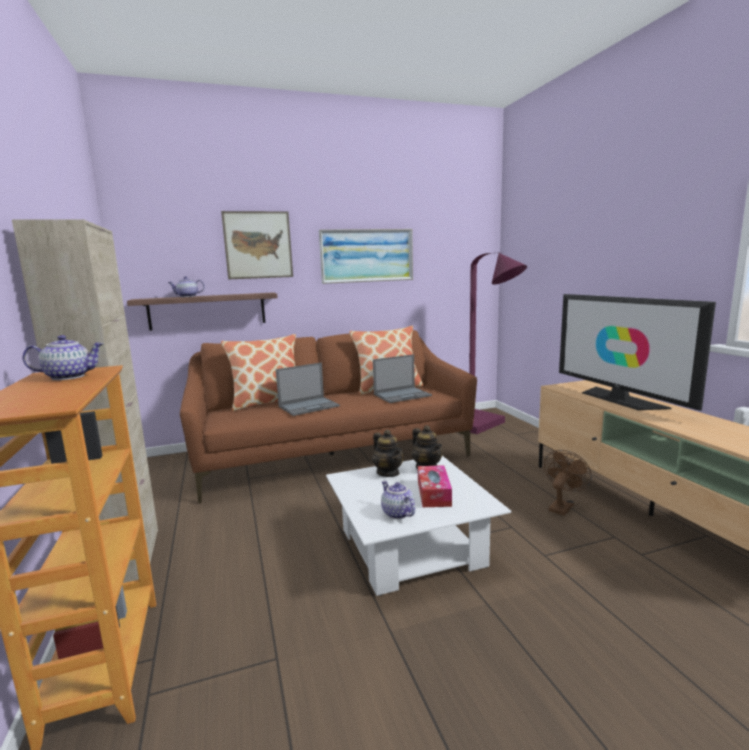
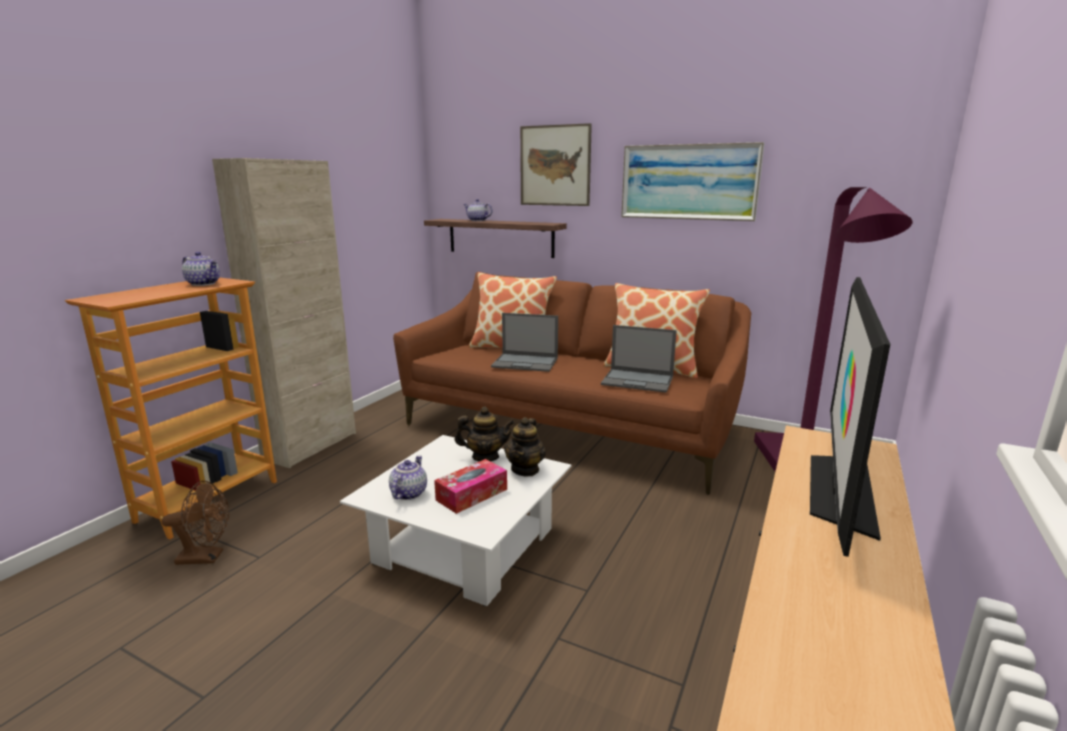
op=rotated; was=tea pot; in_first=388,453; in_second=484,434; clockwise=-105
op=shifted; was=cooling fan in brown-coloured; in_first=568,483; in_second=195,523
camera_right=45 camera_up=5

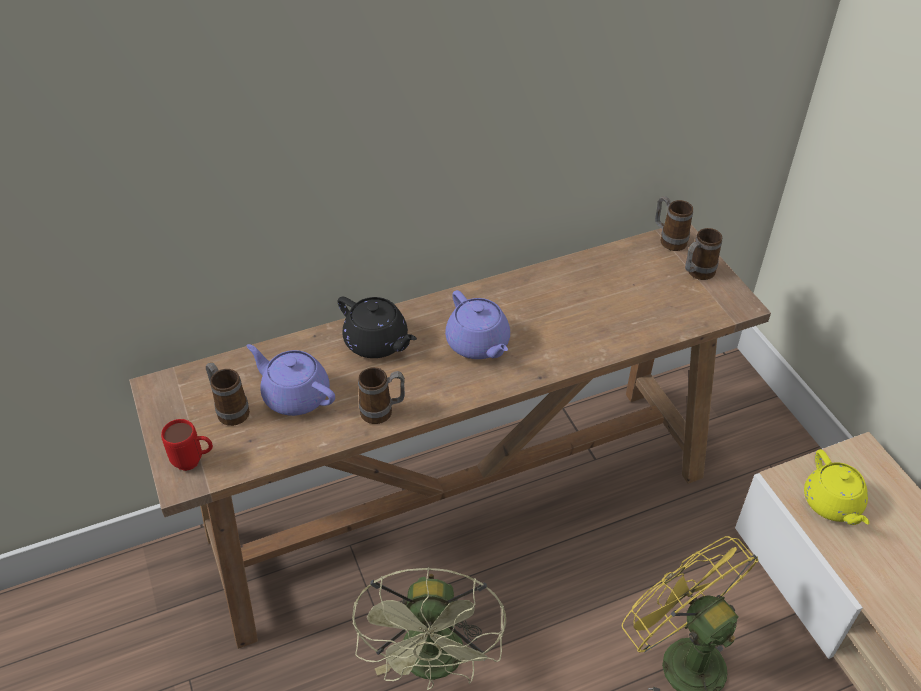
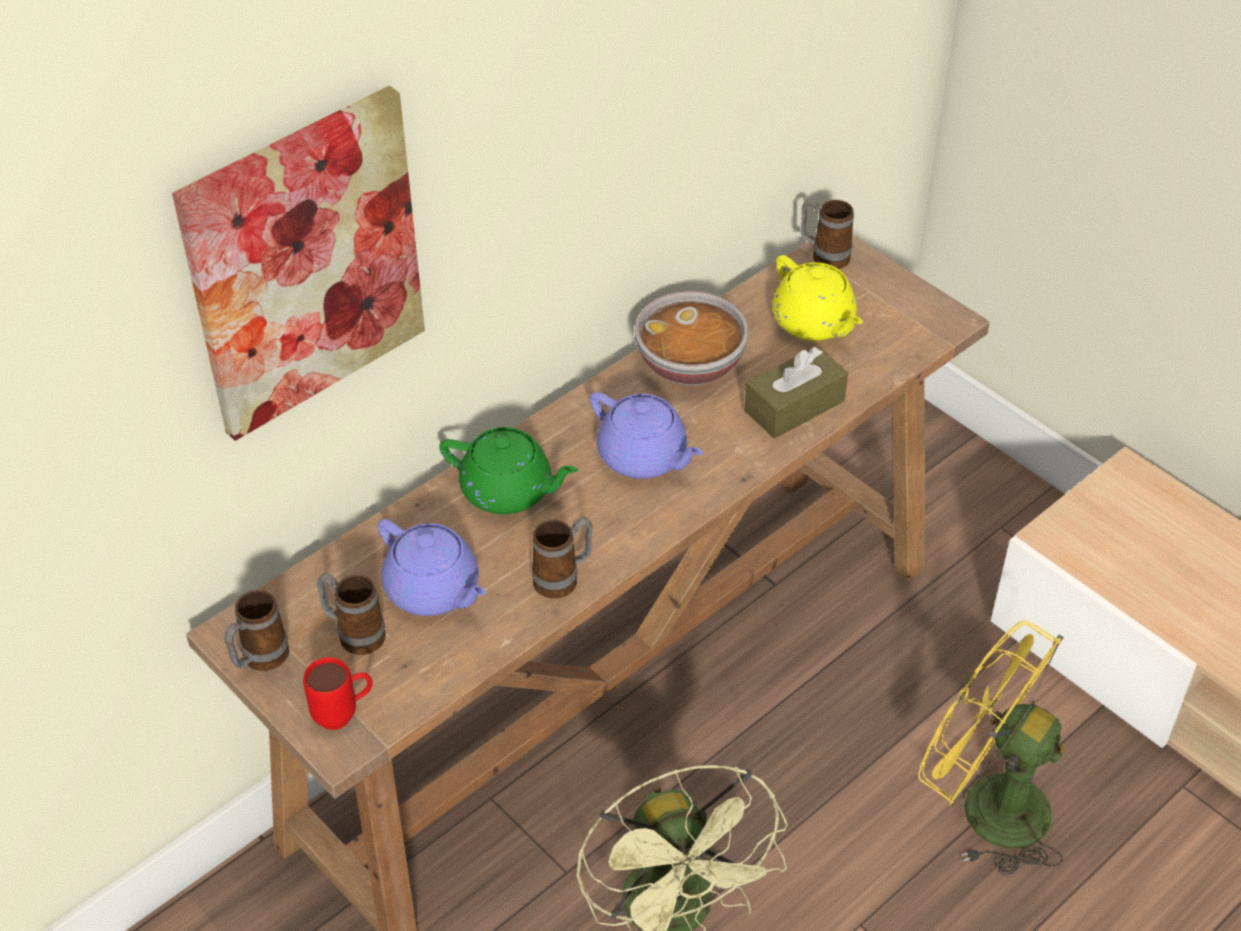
op=shifted; was=mug; in_first=703,254; in_second=256,630
op=repainted; was=tea pot in blackish; now=tea pot in greenish; in_first=377,327; in_second=508,470
op=rotated; was=tea pot in purple; in_first=290,380; in_second=432,567; clockwise=-150
op=shifted; was=tea pot in yellow-coloured; in_first=836,487; in_second=817,298
op=new; now=picture; in_second=298,263
op=new; now=bowl; in_second=692,338
op=new; now=box of tissues in brown-coloured; in_second=796,392
camera_right=-20 camera_up=0

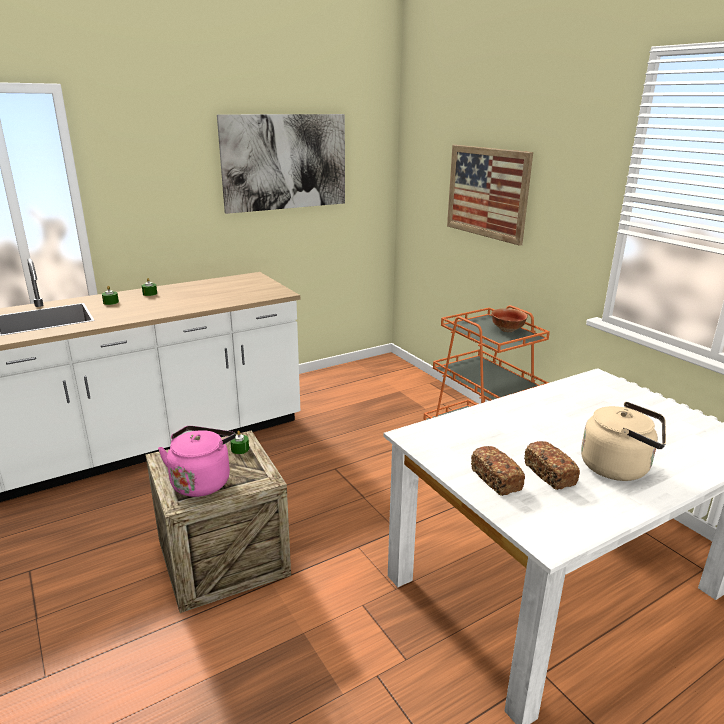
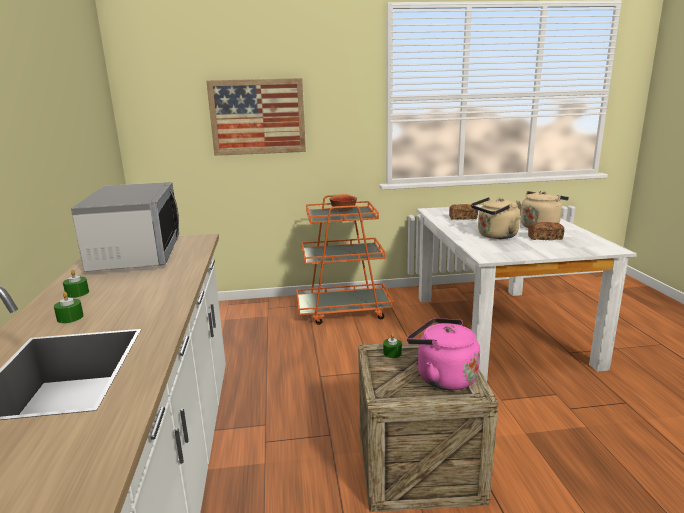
op=gone; was=picture; in_first=281,164
op=shifted; was=bakery bread; in_first=498,471; in_second=463,212
op=new; now=kitchen microwave; in_second=125,227
op=new; now=tea kettle in beige; in_second=495,218
camera_right=-65 camera_up=-5

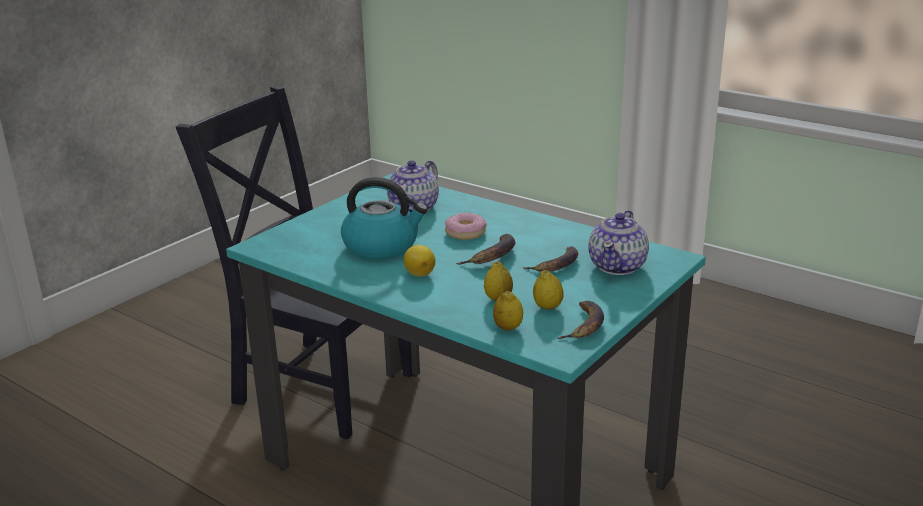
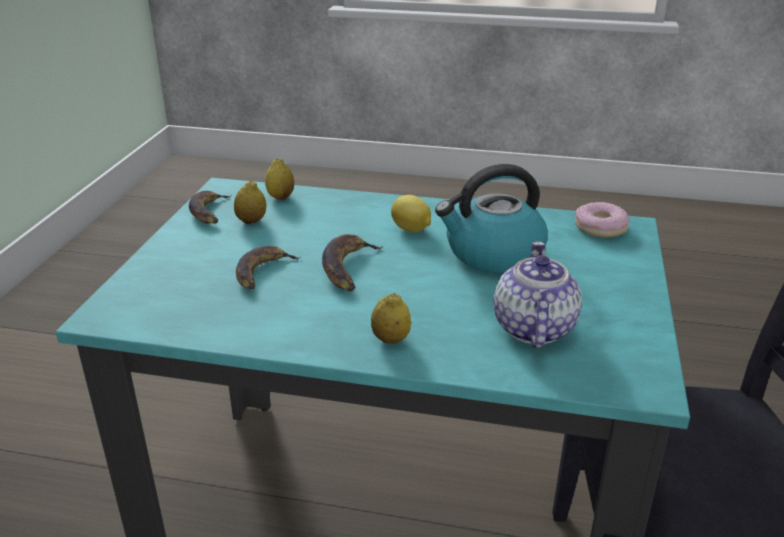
op=gone; was=tea pot; in_first=618,242
op=shifted; was=doughnut; in_first=466,226; in_second=602,220
op=shifted; was=citrus fruit; in_first=498,281; in_second=391,318
camera_right=155 camera_up=5

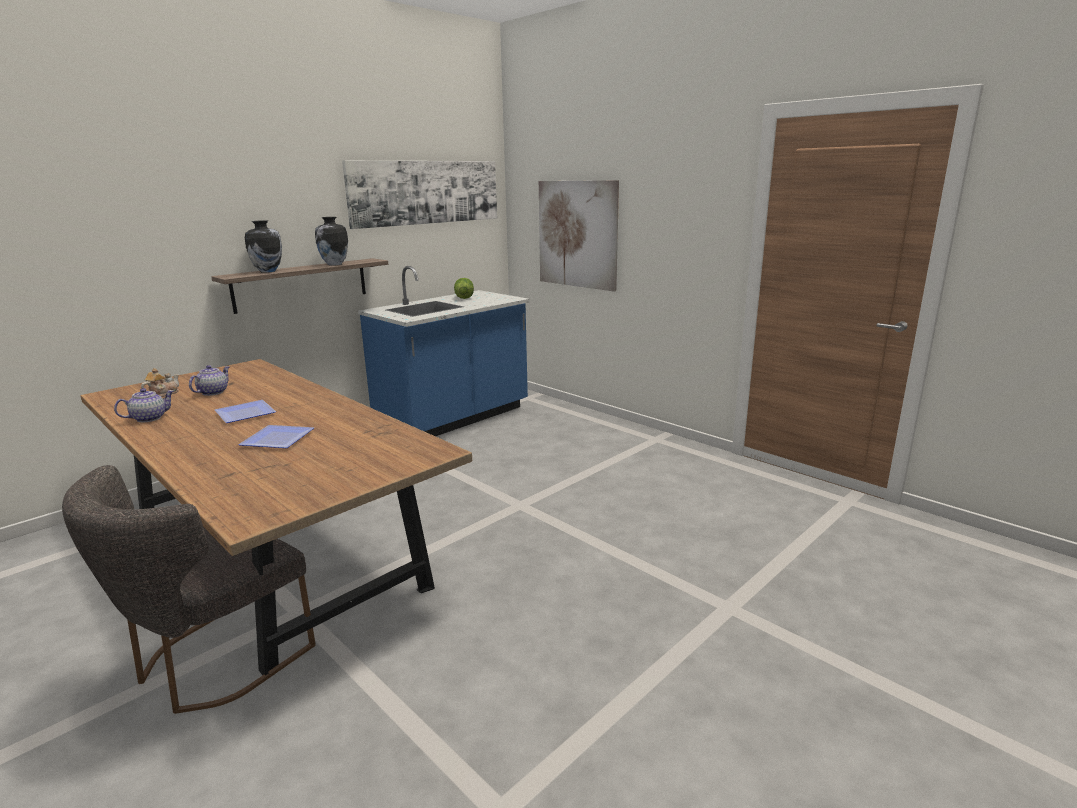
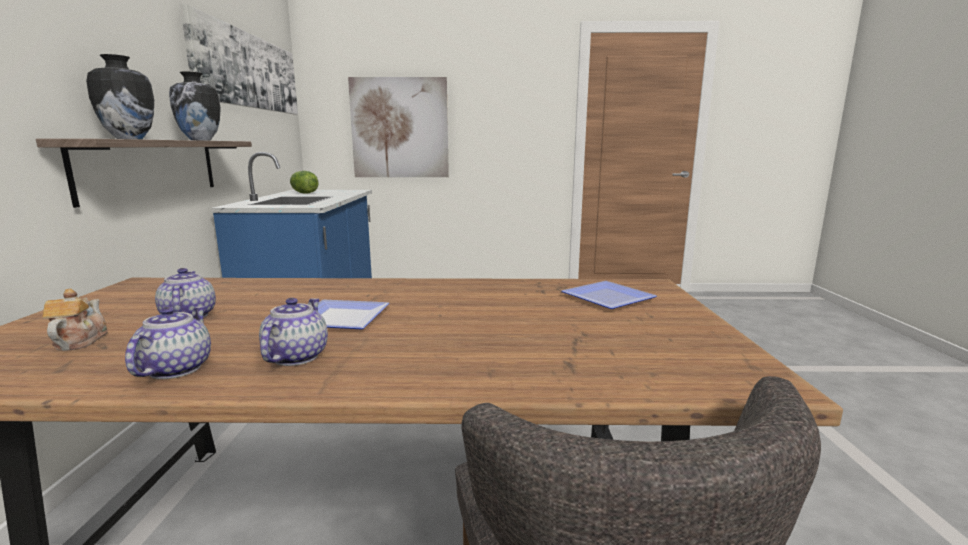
op=shifted; was=plate; in_first=276,436; in_second=609,295
op=new; now=tea pot; in_second=293,332
camera_right=-45 camera_up=-5

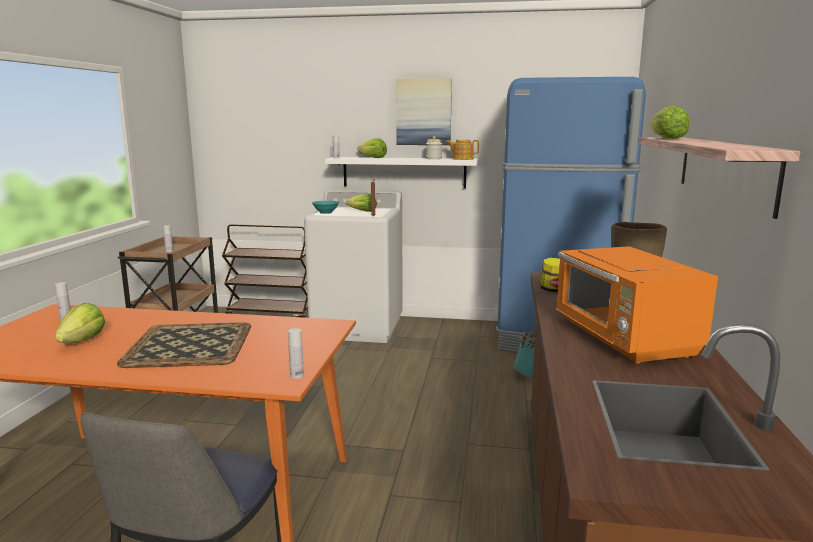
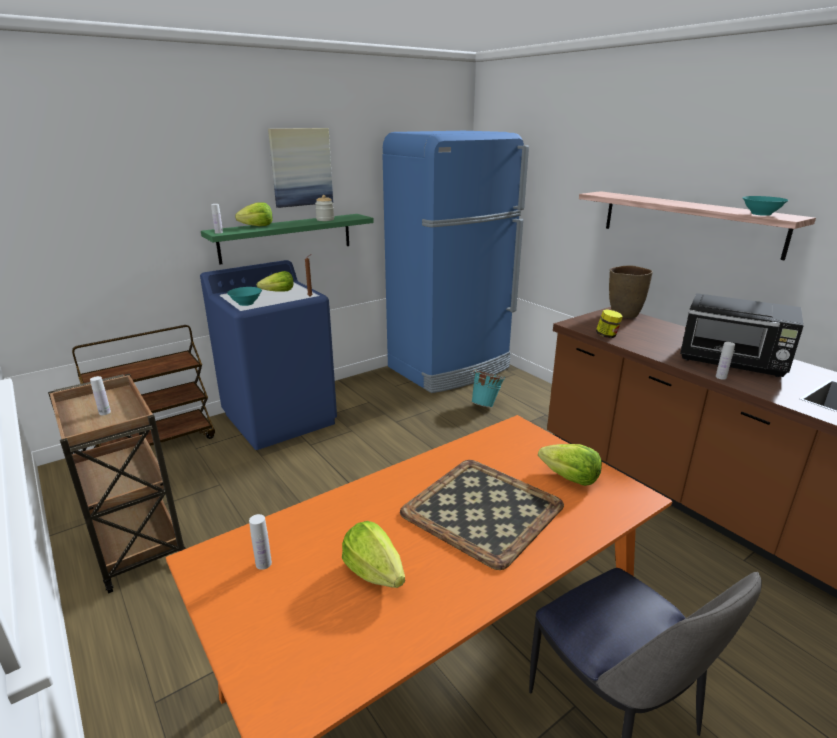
op=shifted; was=lettuce head; in_first=669,122; in_second=570,465
op=gone; was=tea pot; in_first=462,150
op=repainted; was=wall shelf in white; now=wall shelf in greenish; in_first=401,172; in_second=287,239
op=repainted; was=washing machine in white; now=washing machine in blue; in_first=353,266; in_second=268,355
op=repainted; was=kitchen microwave in orangey; now=kitchen microwave in blackish; in_first=637,305; in_second=742,335
op=shifted; was=drink bottle in white; in_first=296,353; in_second=725,361
op=new; now=bowl in turquoise-coloured; in_second=765,206
camera_right=-45 camera_up=10

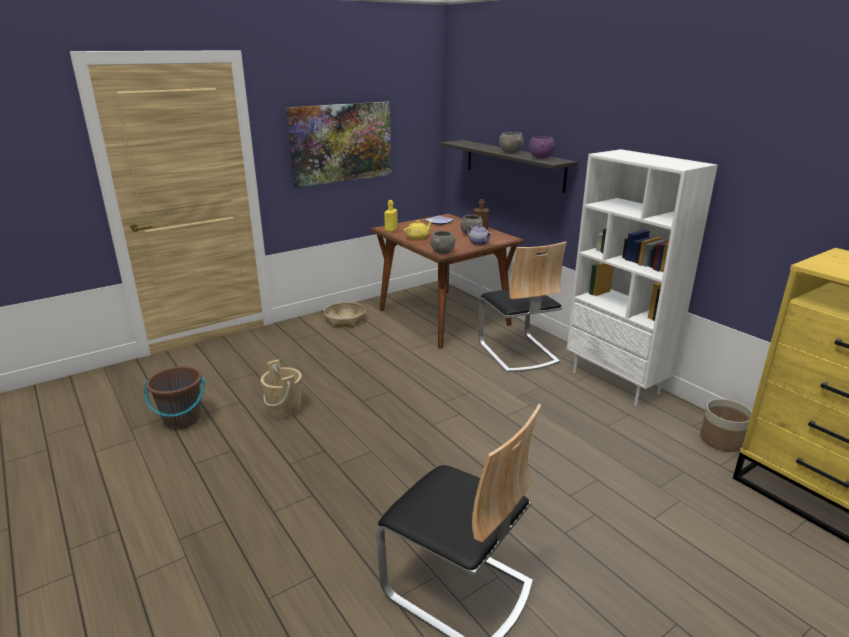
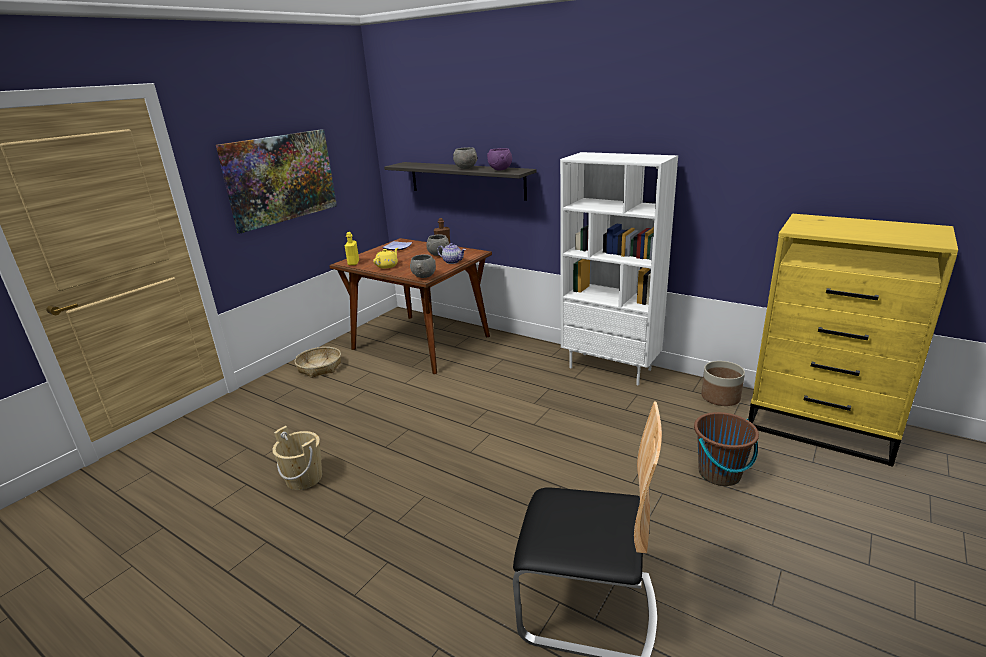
op=gone; was=plain chair; in_first=522,307
op=shifted; was=pail in brown-coloured; in_first=174,397; in_second=726,449
camera_right=-20 camera_up=0

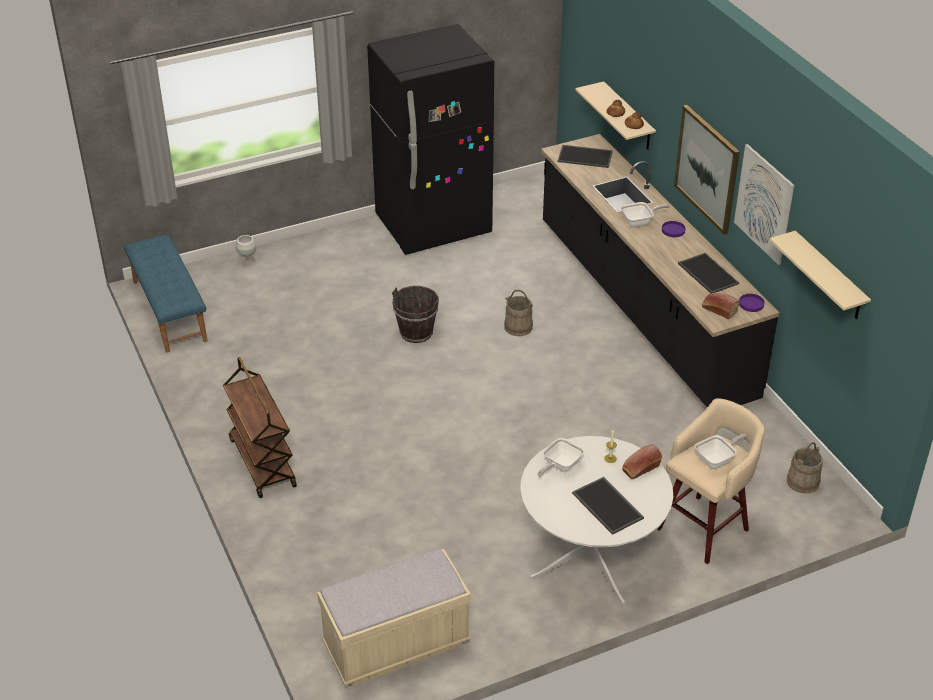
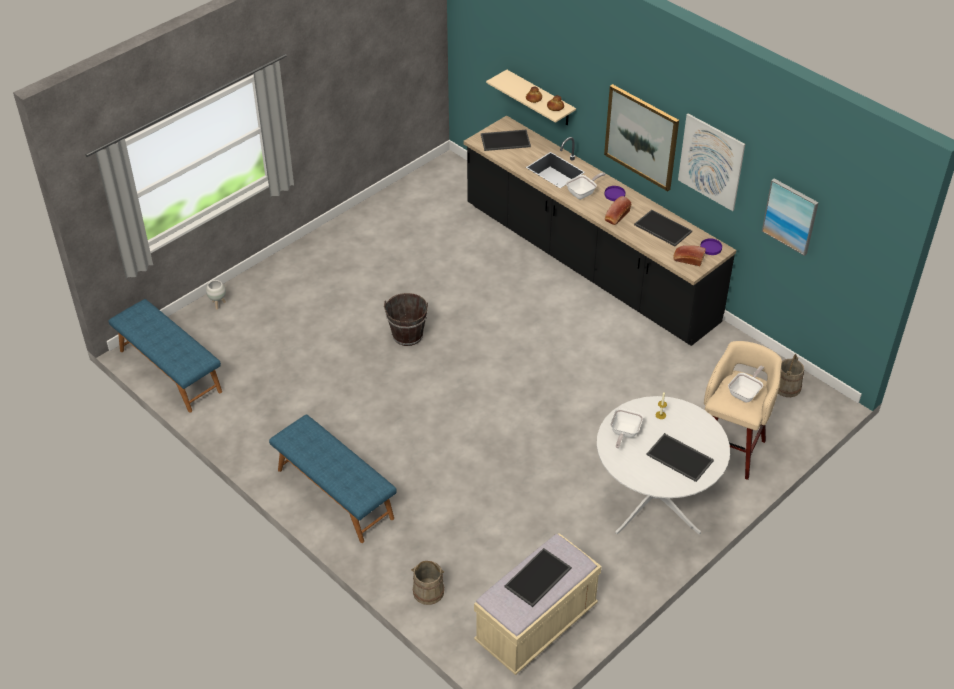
op=gone; was=kitchen fridge in blackish; in_first=430,139
op=swapped; was=wall shelf in beige; now=picture; in_first=820,275; in_second=790,217
op=shifted; was=pail in beige; in_first=518,313; in_second=427,583
op=swapped; was=trolley in brown-coloured; now=indoor bench in blue; in_first=260,427; in_second=333,479
op=shifted; was=bakery bread; in_first=642,461; in_second=618,210
op=new; now=serving tray; in_second=538,577
camera_right=-20 camera_up=5

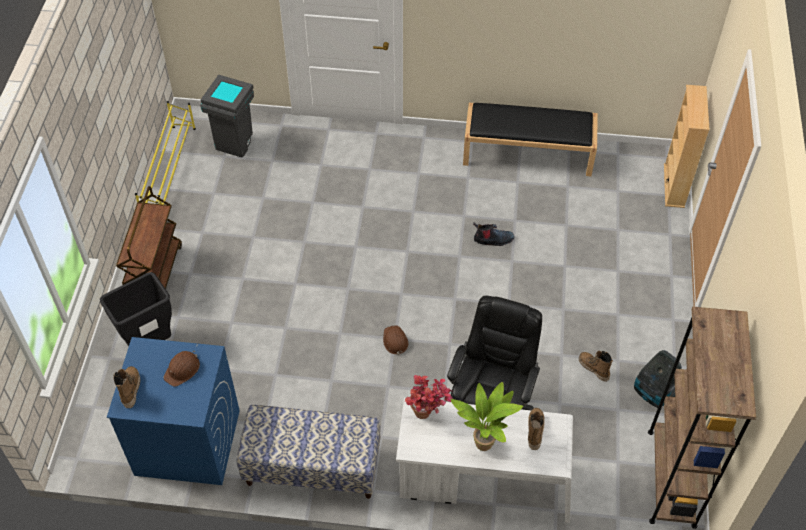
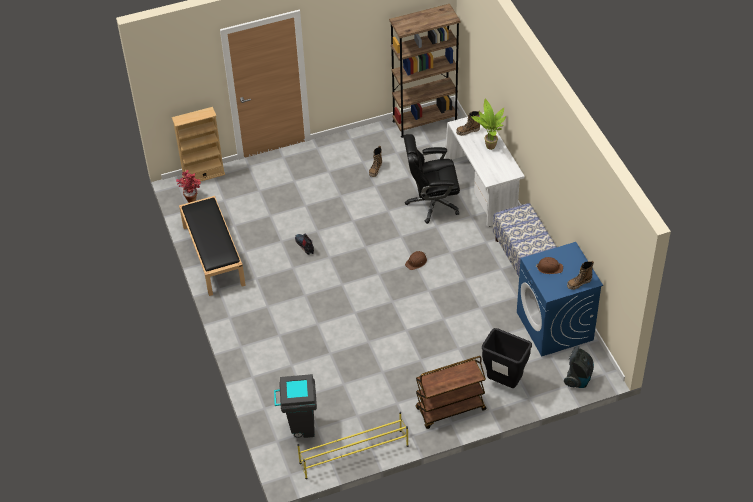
op=shifted; was=vacuum cleaner; in_first=658,379; in_second=579,367
op=shifted; was=plant in a pot; in_first=429,397; in_second=188,186
camera_right=-115 camera_up=-5

